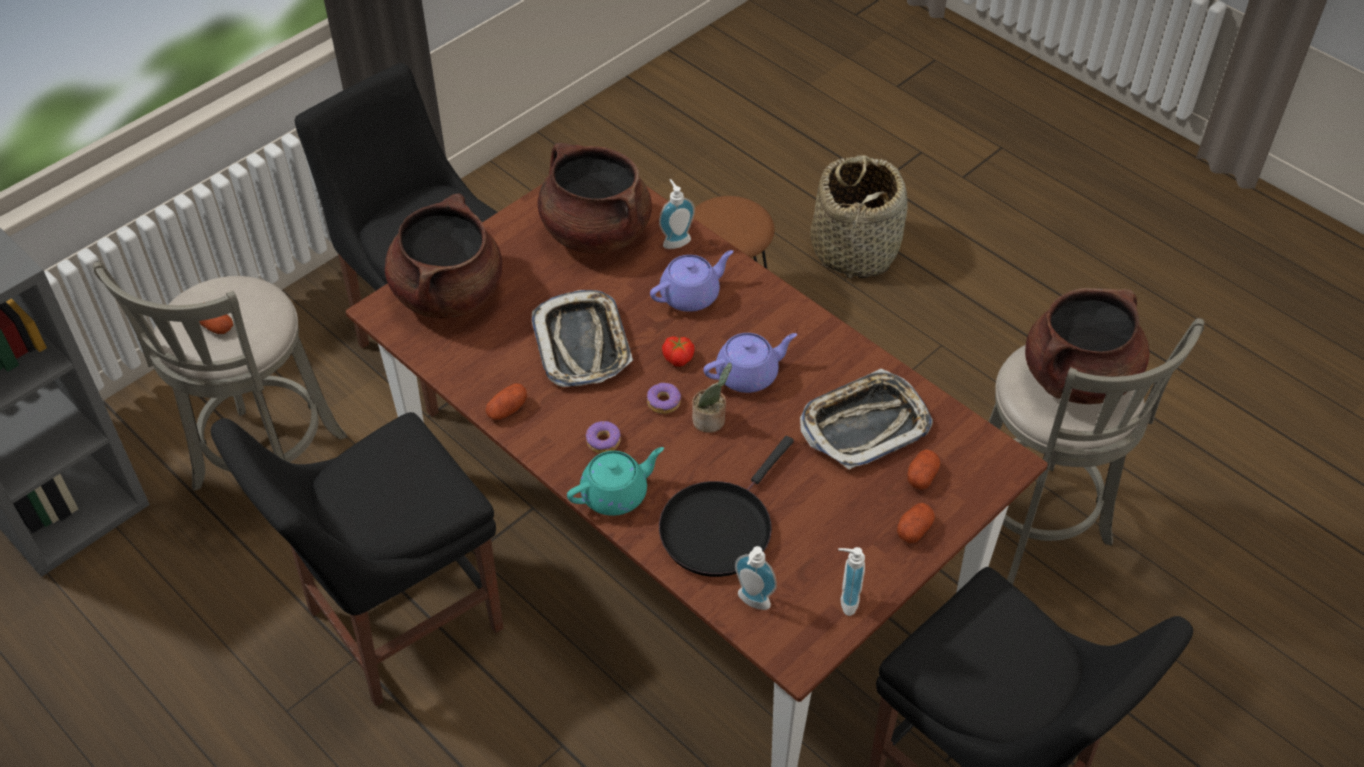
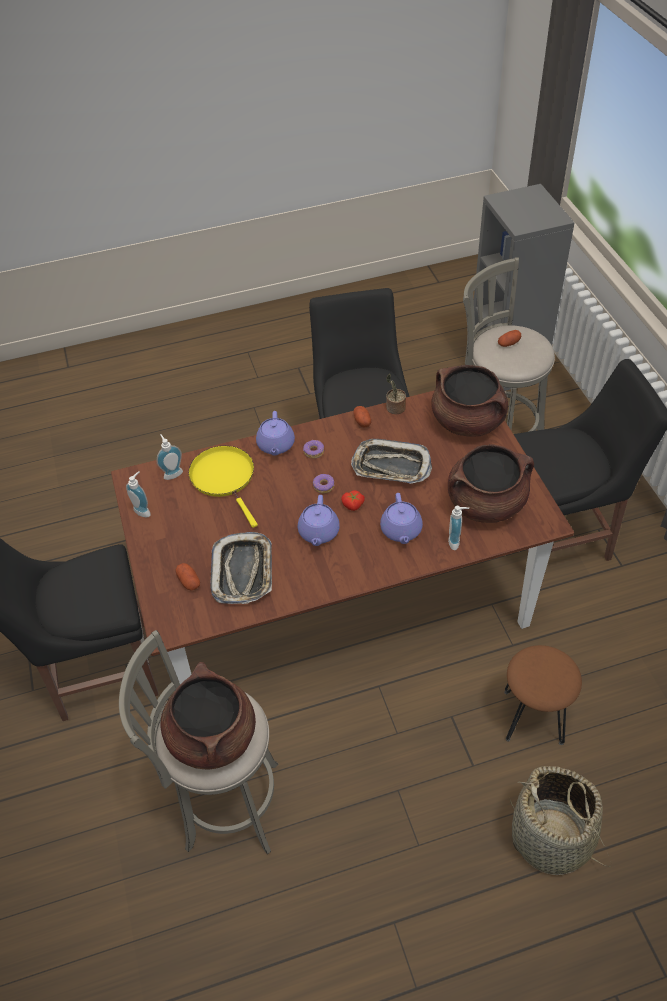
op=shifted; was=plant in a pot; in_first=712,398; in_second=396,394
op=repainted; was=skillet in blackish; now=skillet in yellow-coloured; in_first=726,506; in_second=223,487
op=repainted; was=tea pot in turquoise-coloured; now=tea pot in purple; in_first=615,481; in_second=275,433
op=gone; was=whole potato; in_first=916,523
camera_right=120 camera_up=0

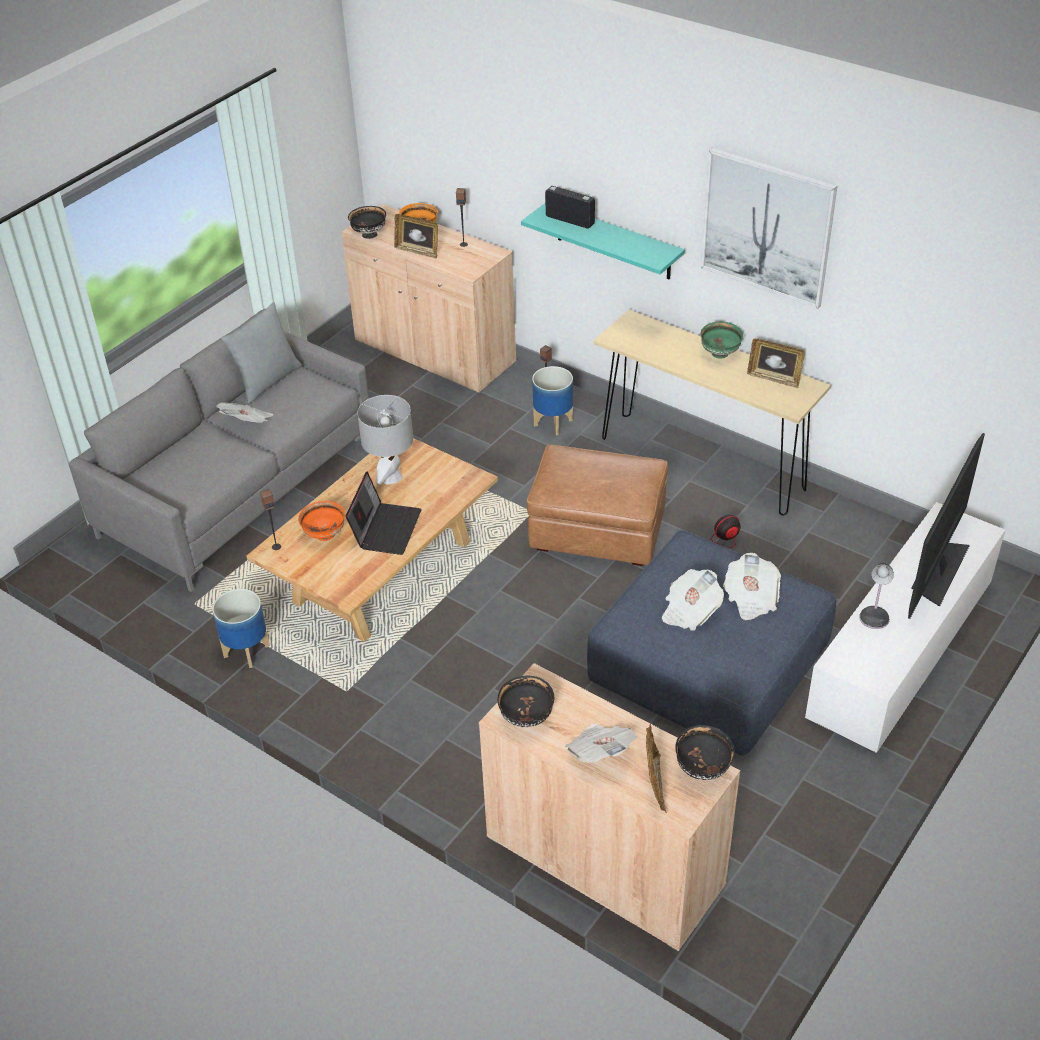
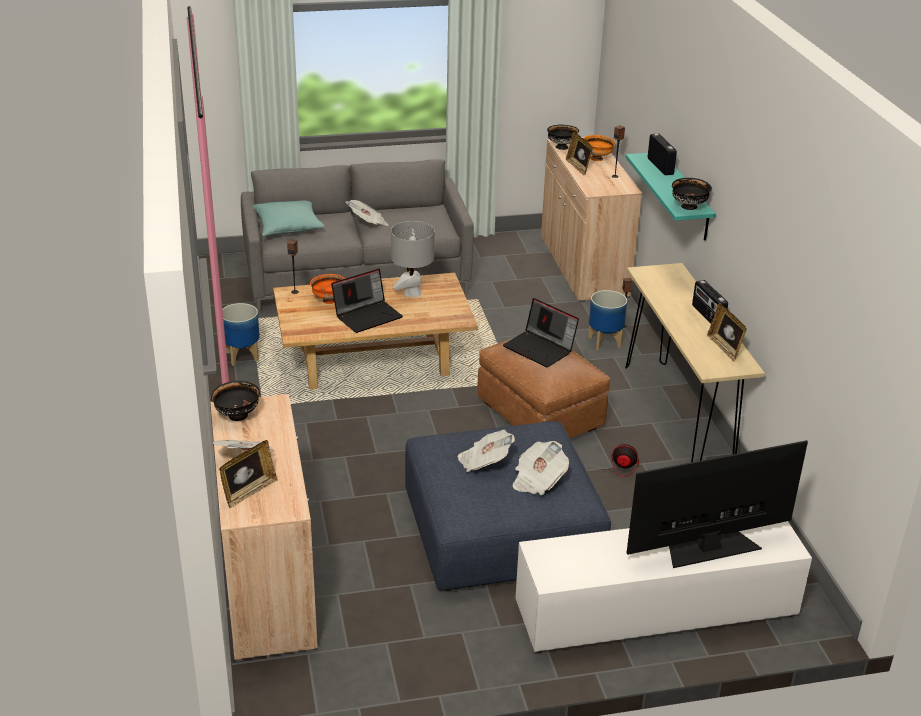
op=gone; was=picture; in_first=769,228
op=gone; was=throw pillow in greyish; in_first=261,353
op=swapped; was=bowl in greenish; now=radio; in_first=721,340; in_second=710,301
op=gone; was=table lamp; in_first=876,596
op=shifted; was=bowl in blackish; in_first=705,752; in_second=692,194
op=new; now=throw pillow in turquoise-coloured; in_second=288,218
op=new; now=portable computer; in_second=541,332
camera_right=40 camera_up=-10

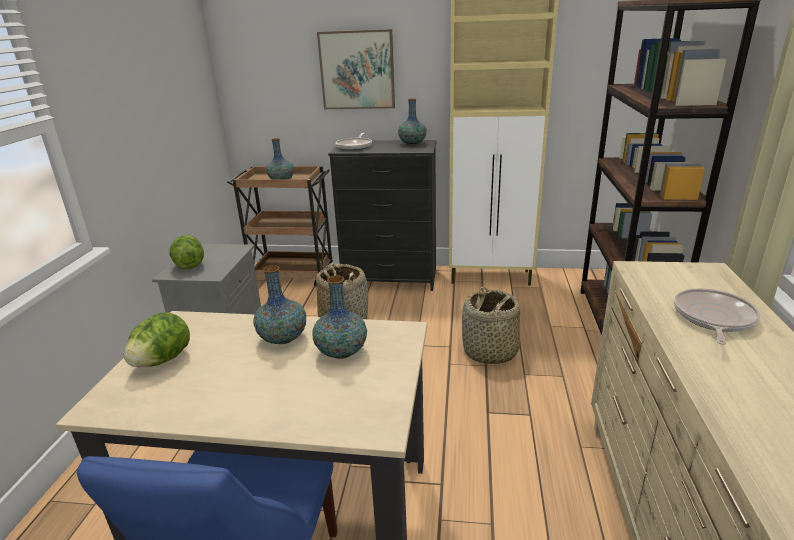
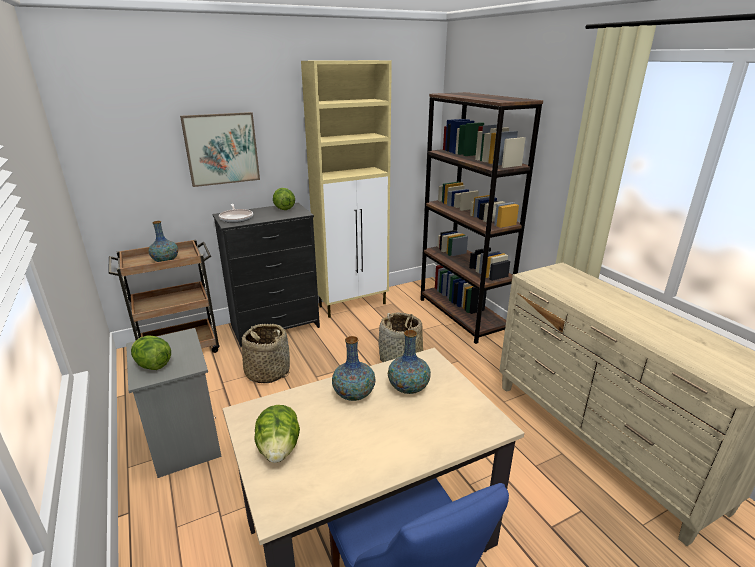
op=swapped; was=flower vase; now=lettuce head; in_first=412,122; in_second=284,199
op=gone; was=skillet; in_first=717,316
camera_right=-35 camera_up=0

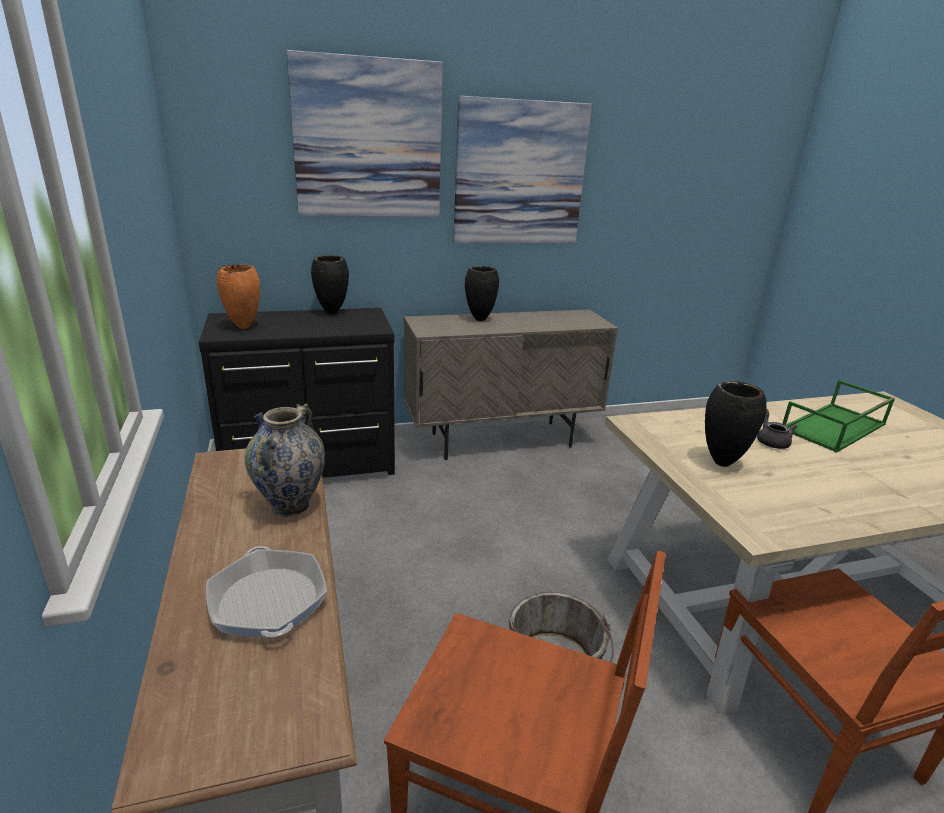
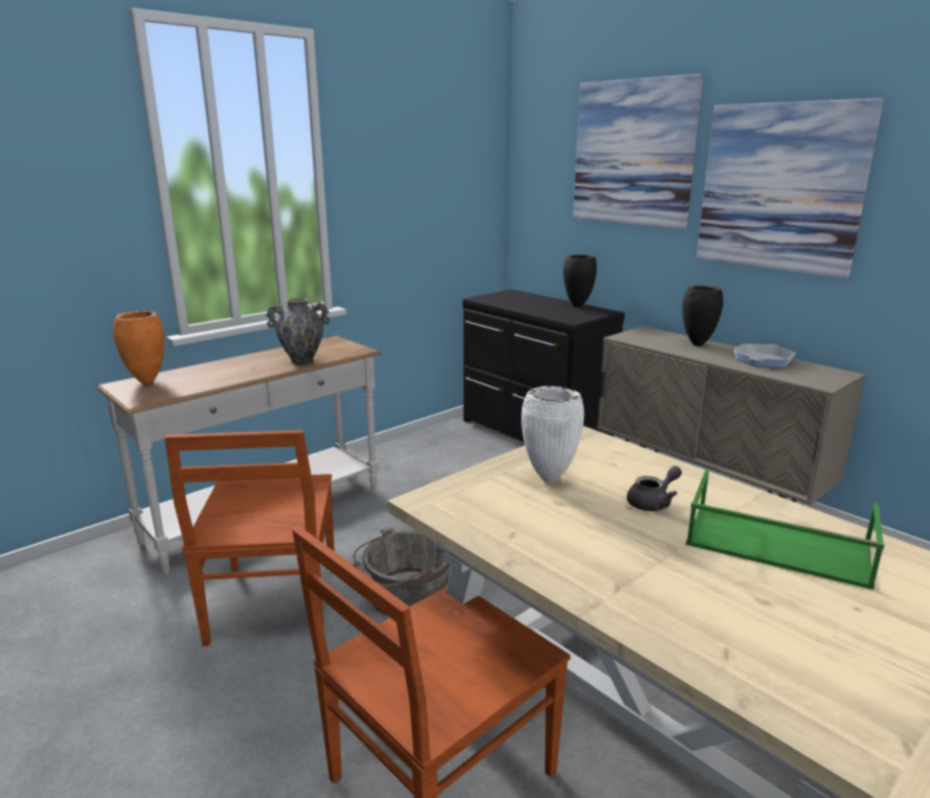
op=shifted; was=flower vase in orangey; in_first=238,297; in_second=138,347
op=repainted; was=flower vase in blackish; now=flower vase in white; in_first=736,424; in_second=552,434
op=shifted; was=skillet; in_first=266,592; in_second=765,355
camera_right=65 camera_up=-5

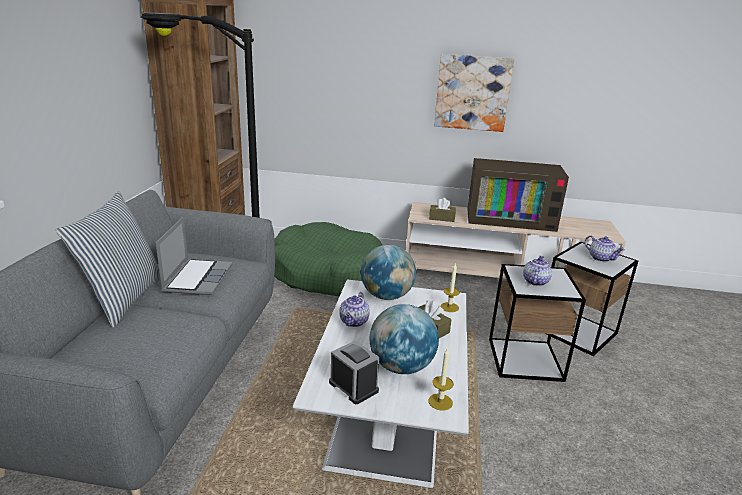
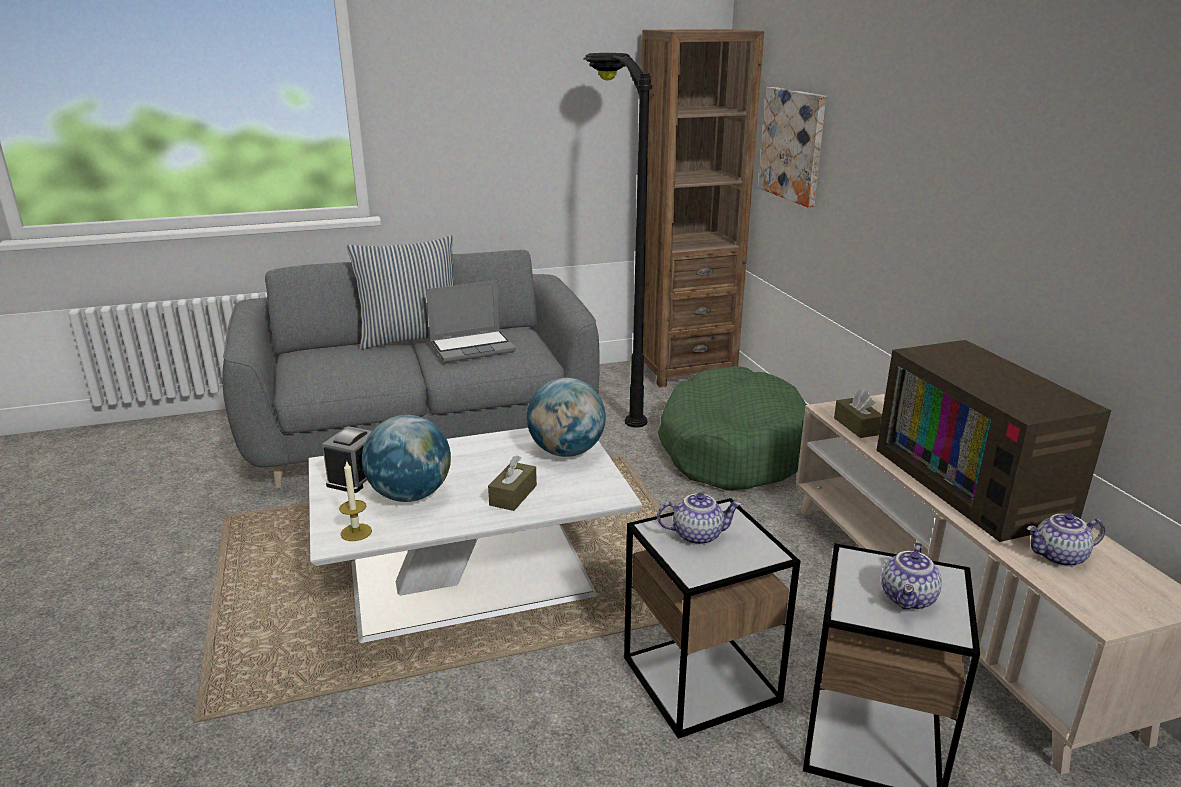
op=shifted; was=picture; in_first=474,93; in_second=792,147
op=gone; was=candle; in_first=450,287
op=shifted; was=tea pot; in_first=354,309; in_second=1066,540
camera_right=65 camera_up=0

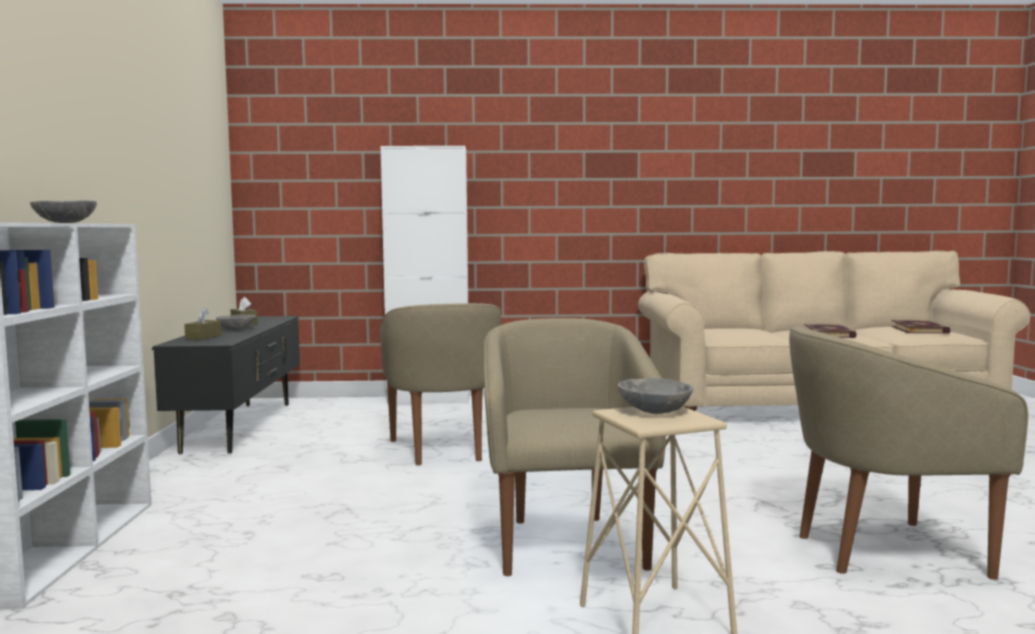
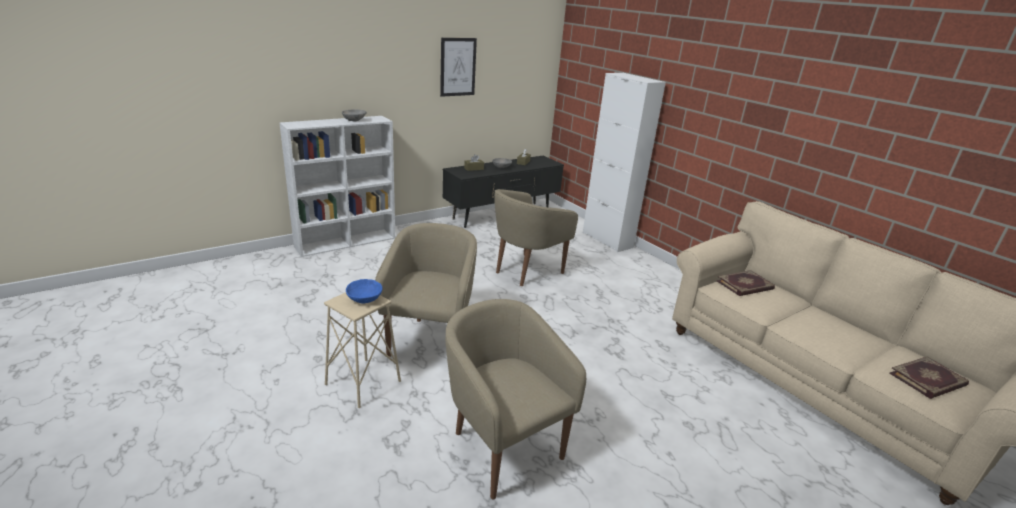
op=rotated; was=armchair in beige; in_first=575,447; in_second=426,290; clockwise=-45
op=shifted; was=book; in_first=830,331; in_second=746,283
op=repainted; was=bowl in greyish; now=bowl in blue; in_first=655,396; in_second=364,291
op=new; now=picture; in_second=458,67
camera_right=55 camera_up=20

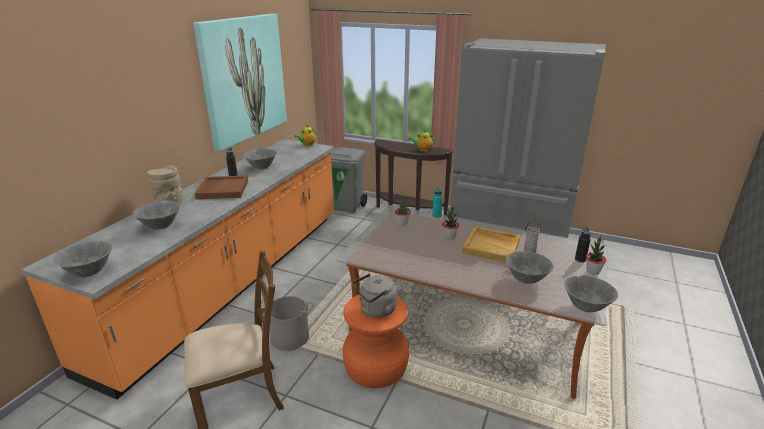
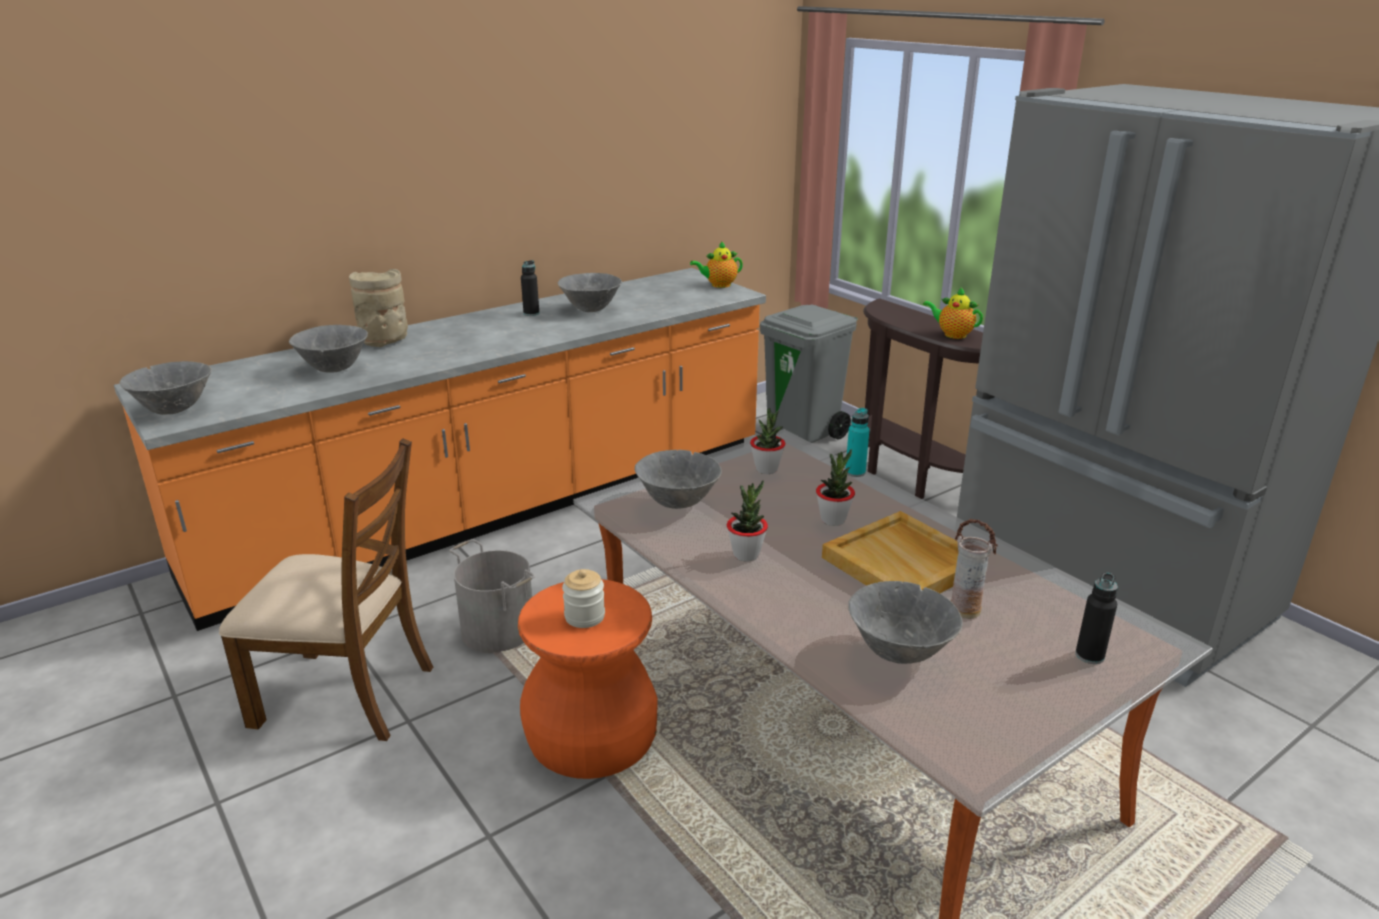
op=gone; was=picture; in_first=240,83
op=gone; was=serving tray in brown-coloured; in_first=221,187
op=shifted; was=plant in a pot; in_first=596,255; in_second=747,521
op=swapped; was=tea kettle in greyish; now=storage jar; in_first=374,295; in_second=583,598
op=shifted; was=bowl in greyish; in_first=591,294; in_second=678,479
camera_right=30 camera_up=0

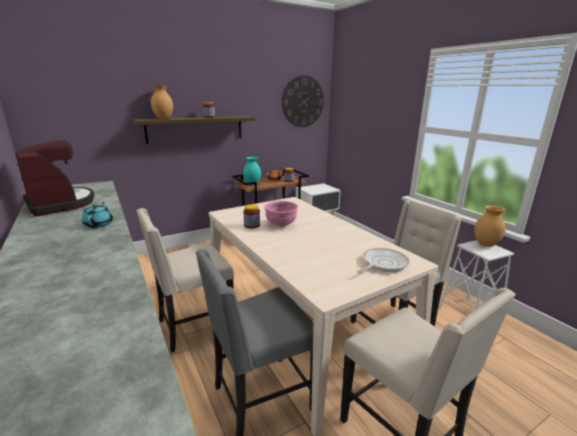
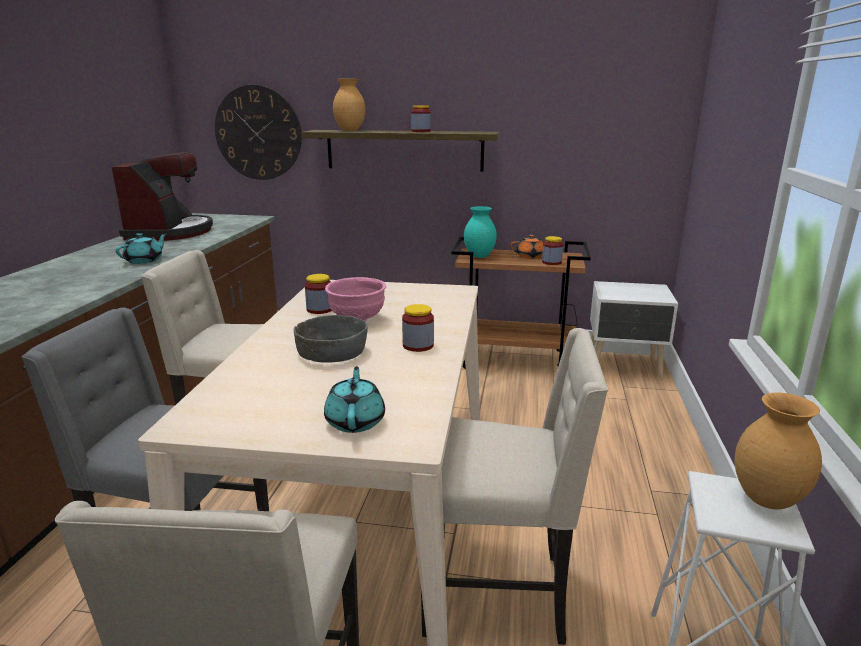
op=shifted; was=hanging clock; in_first=303,101; in_second=258,132
op=swapped; was=skillet; now=tea pot in turquoise-coloured; in_first=383,260; in_second=354,399
op=new; now=storage jar; in_second=418,328
op=new; now=bowl in greyish; in_second=331,339
camera_right=40 camera_up=0

